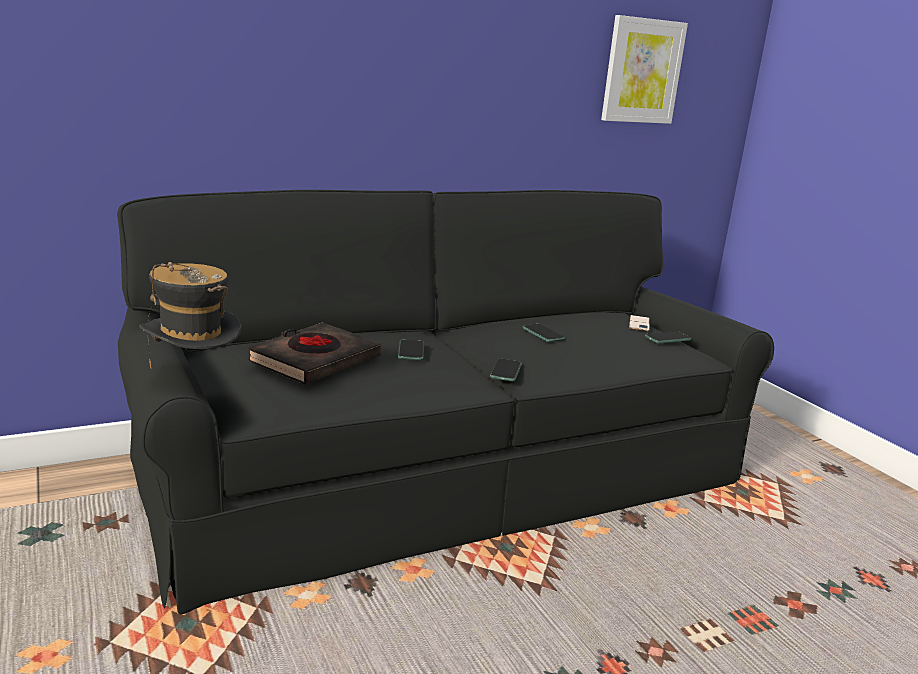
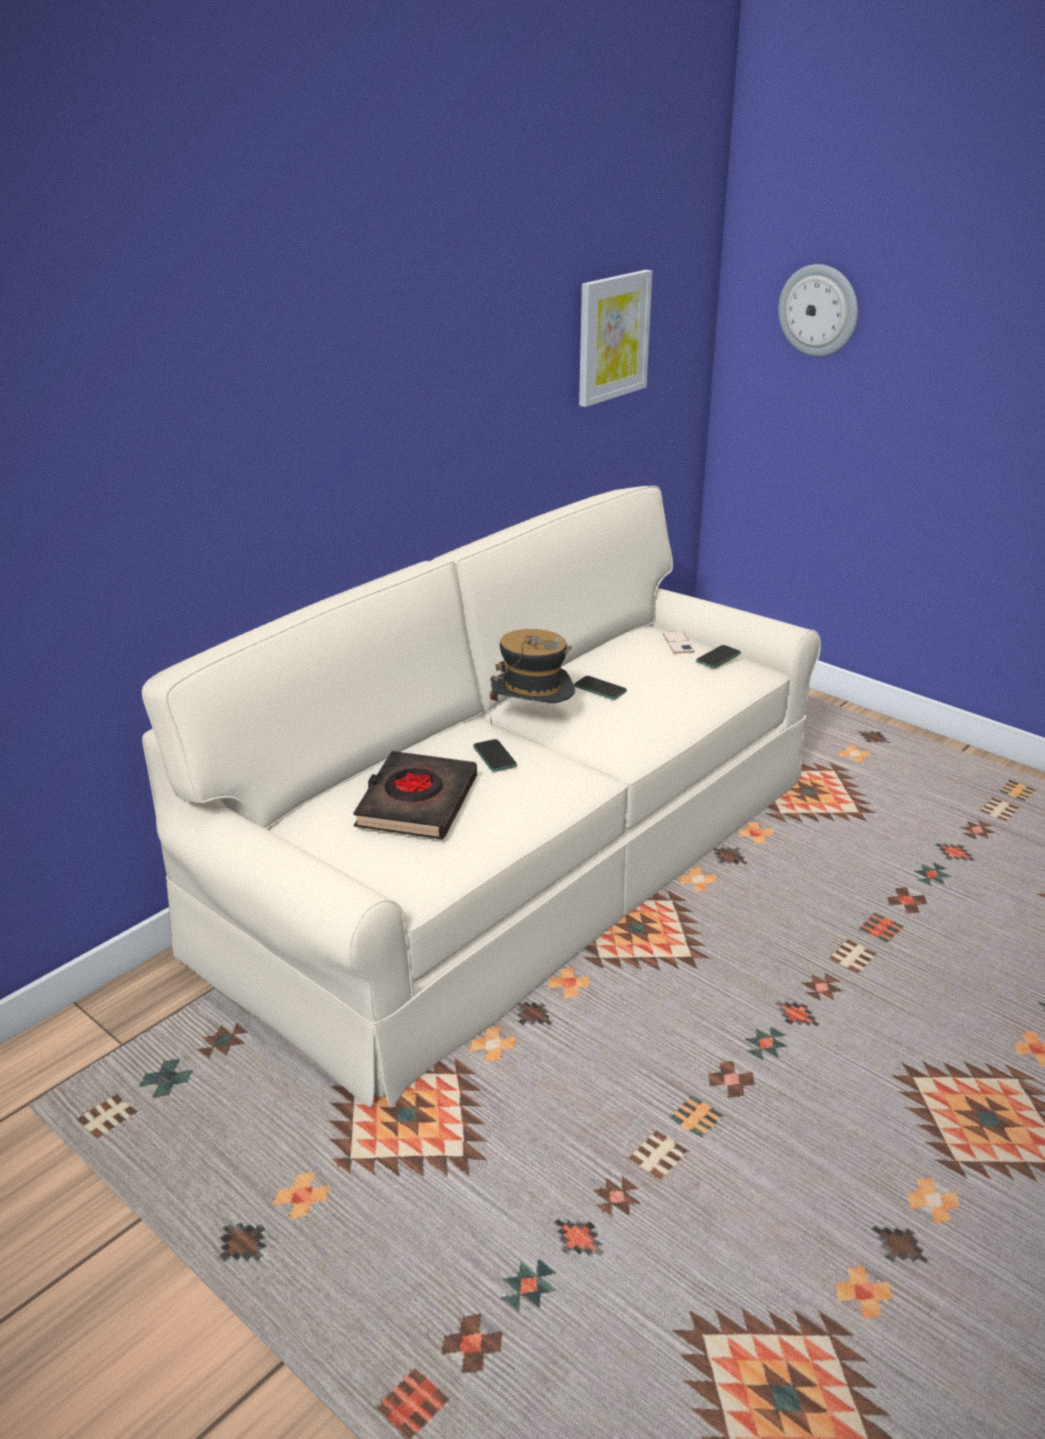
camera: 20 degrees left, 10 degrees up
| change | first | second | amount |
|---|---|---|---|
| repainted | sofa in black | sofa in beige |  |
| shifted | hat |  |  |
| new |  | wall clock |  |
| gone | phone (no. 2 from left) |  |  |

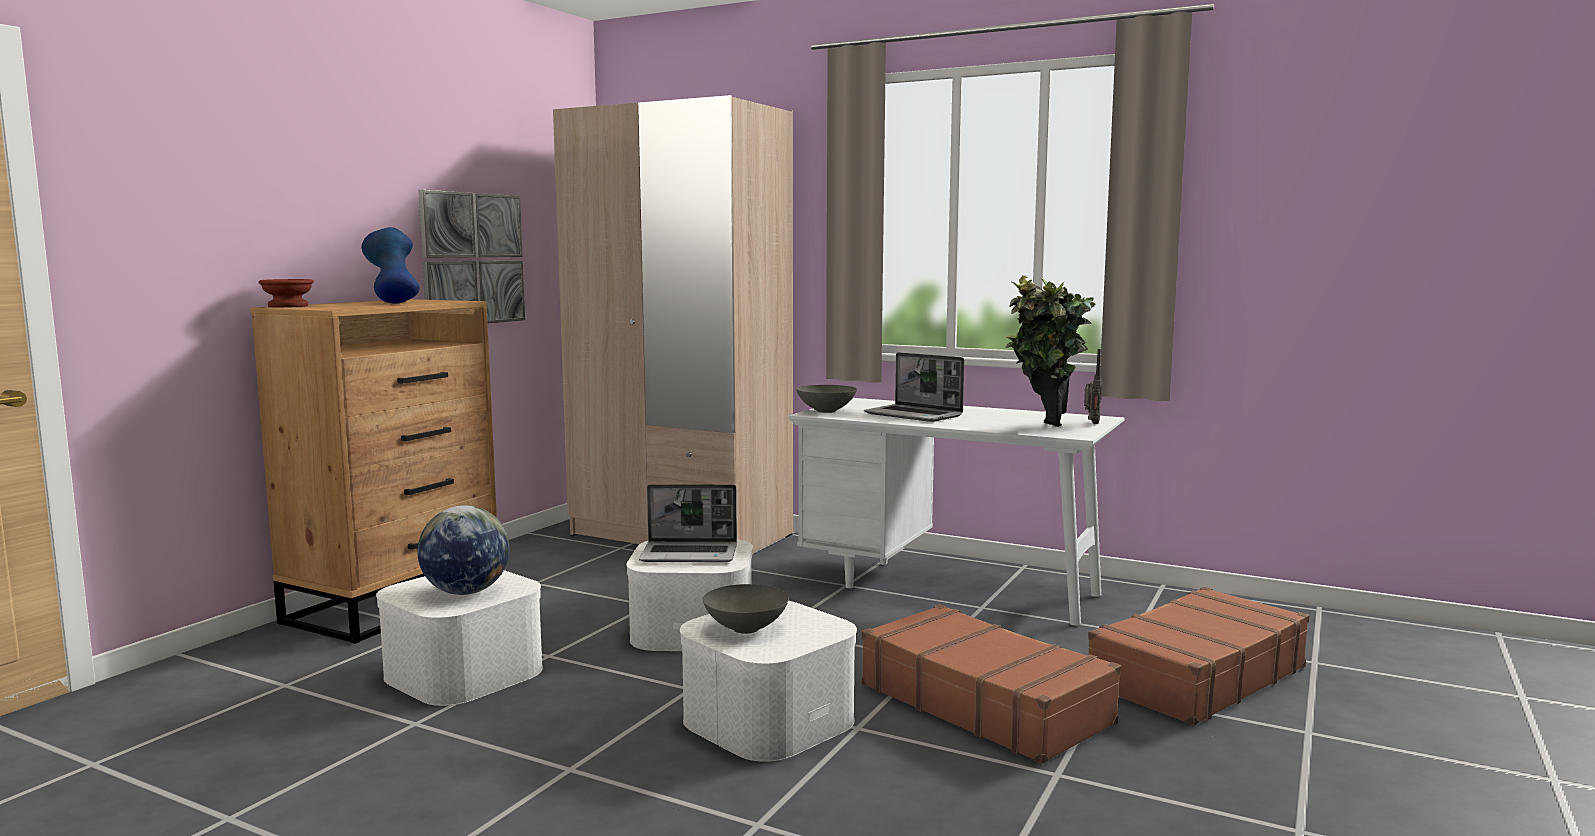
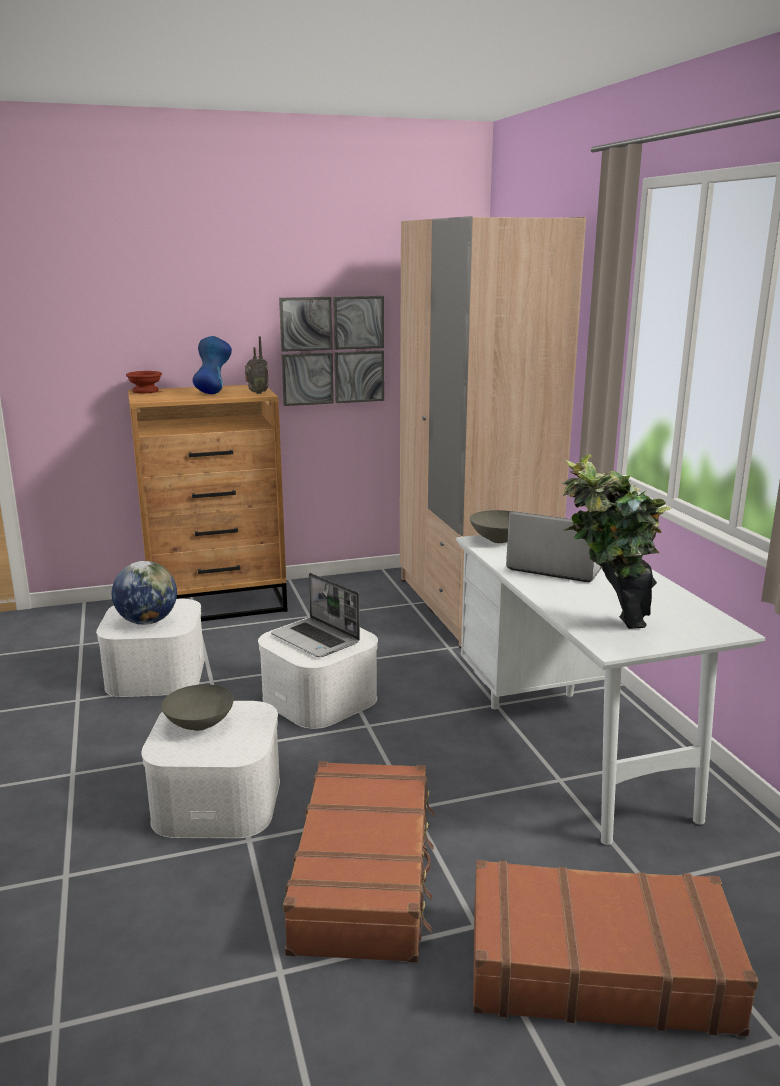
camera: 45 degrees right, 10 degrees up
| change | first | second | amount |
|---|---|---|---|
| shifted | radio |  |  |
| rotated | laptop (no. 2 from left) |  | 120 degrees clockwise |

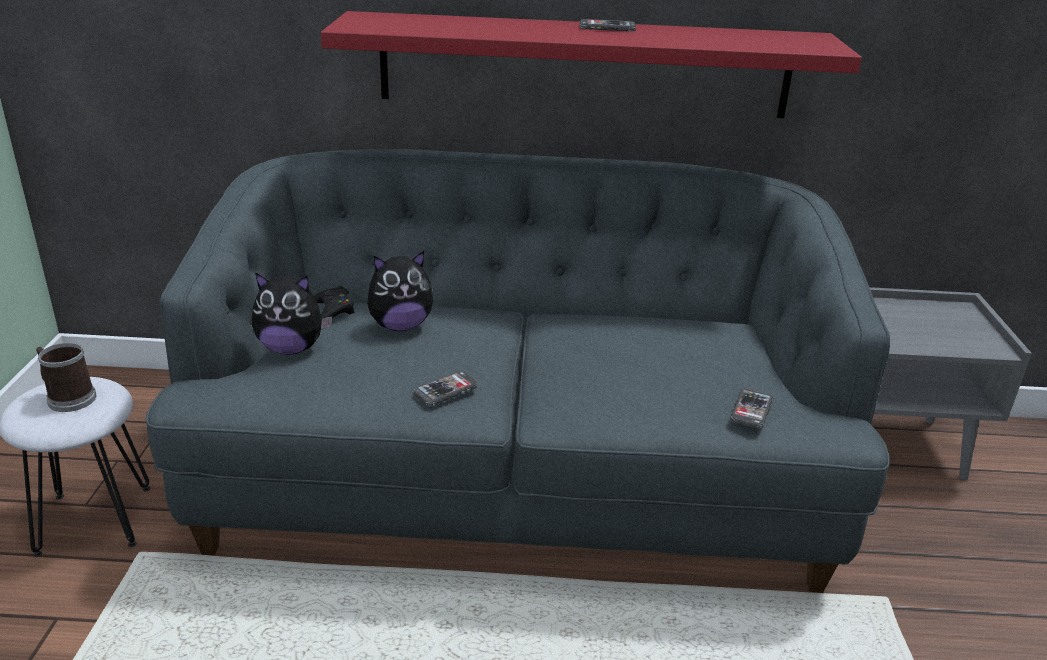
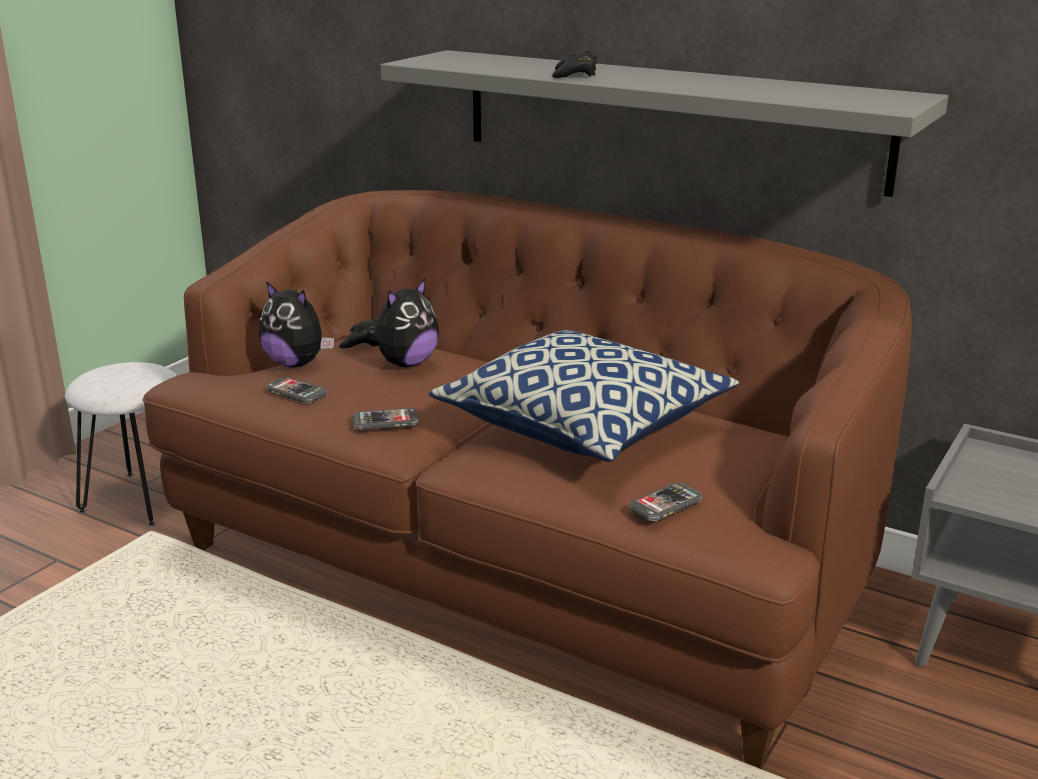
camera: 30 degrees right, 5 degrees down
| change | first | second | amount |
|---|---|---|---|
| repainted | sofa in grey | sofa in brown |  |
| shifted | phone (no. 2 from left in the first image) | phone (no. 1 from left) |  |
| rotated | plush toy (no. 2 from left) |  | 60 degrees counterclockwise |
| repainted | shelf in red | shelf in grey |  |
| new |  | pillow |  |
| new |  | game controller in black (no. 2 from left) |  |
| gone | mug |  |  |

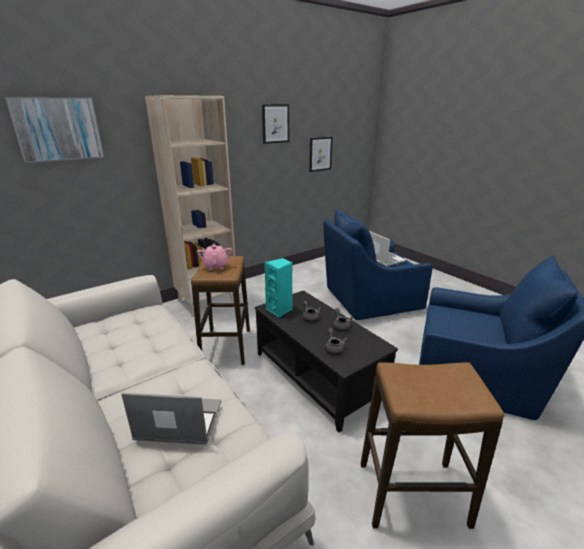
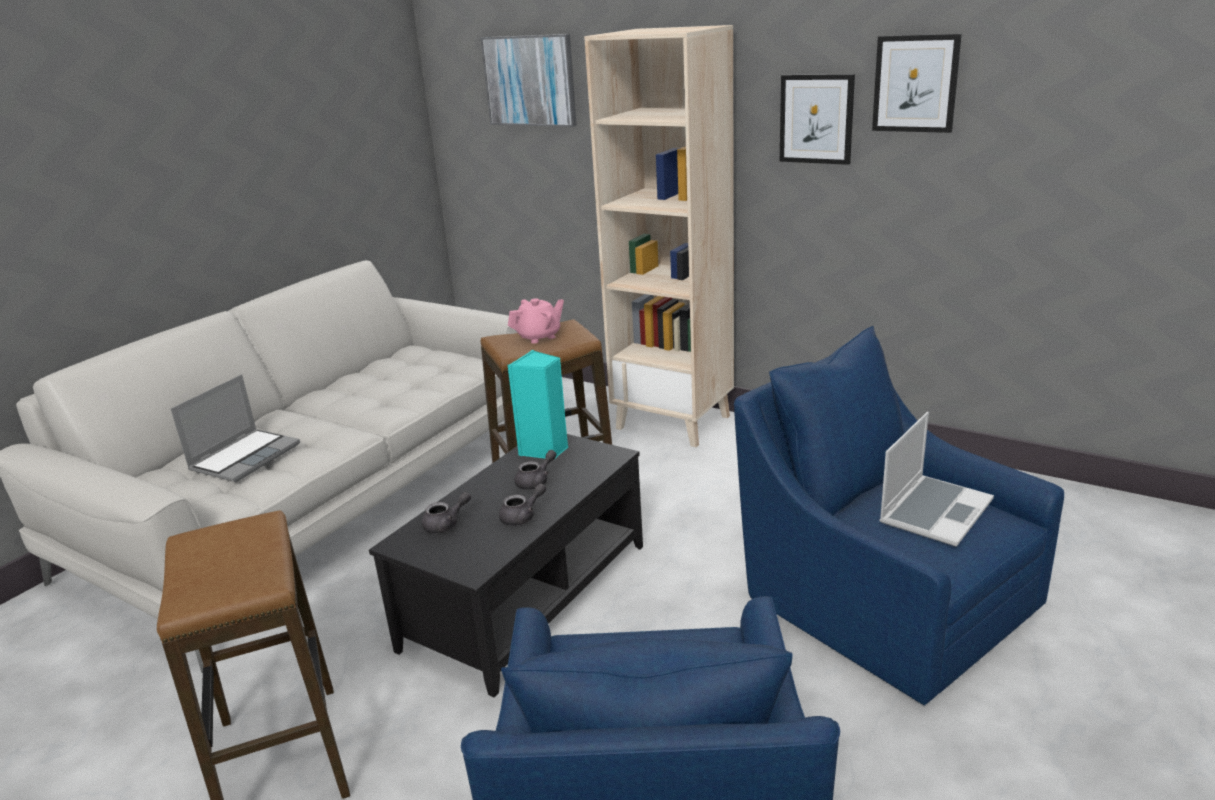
camera: 70 degrees right, 0 degrees up
| change | first | second | amount |
|---|---|---|---|
| rotated | laptop (no. 1 from left) |  | 45 degrees clockwise |
| shifted | picture (no. 3 from left in the first image) | picture (no. 2 from left) |  |

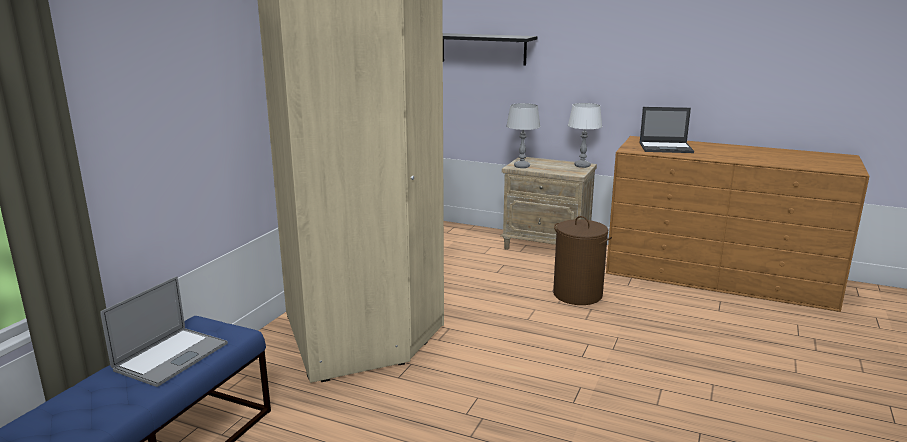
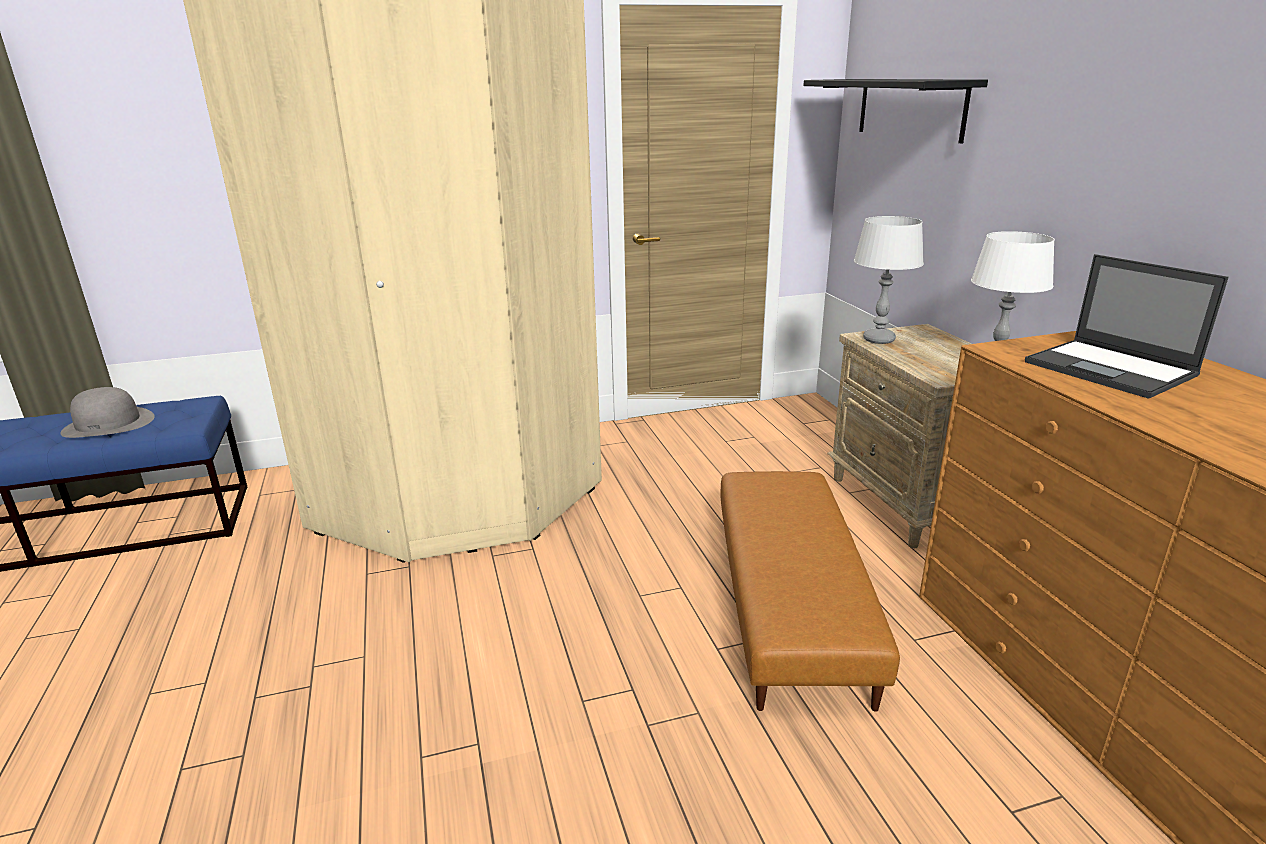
camera: 50 degrees right, 5 degrees up
| change | first | second | amount |
|---|---|---|---|
| swapped | laptop (no. 1 from left) | hat in grey |  |
| swapped | laundry basket in brown | ottoman in brown |  |

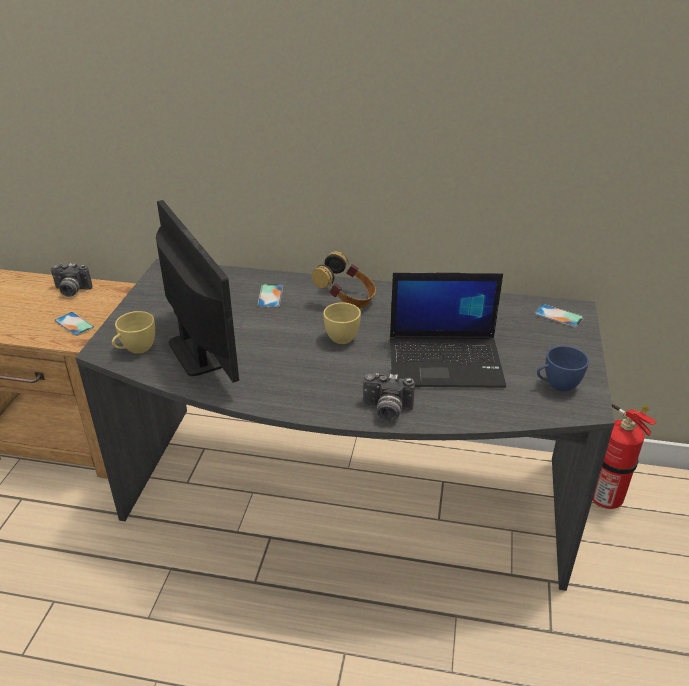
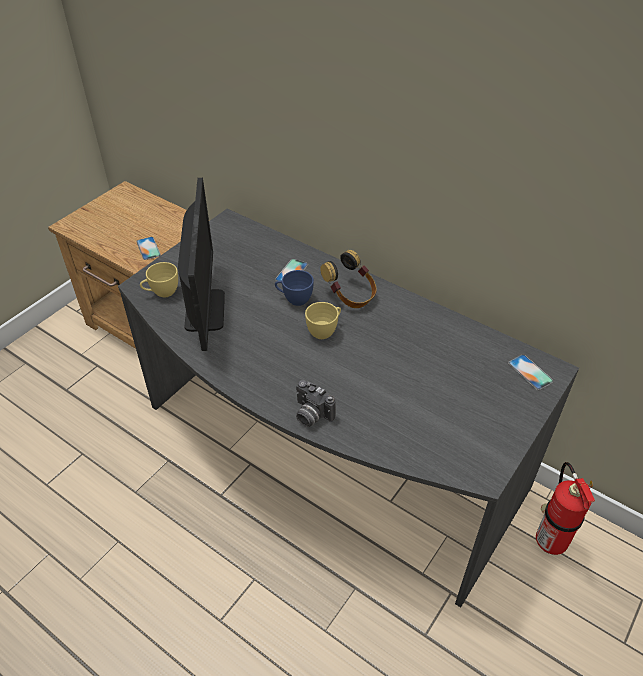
camera: 25 degrees right, 10 degrees up
| change | first | second | amount |
|---|---|---|---|
| shifted | cup in blue |  |  |
| gone | photo camera (no. 1 from left) |  |  |
| gone | laptop |  |  |

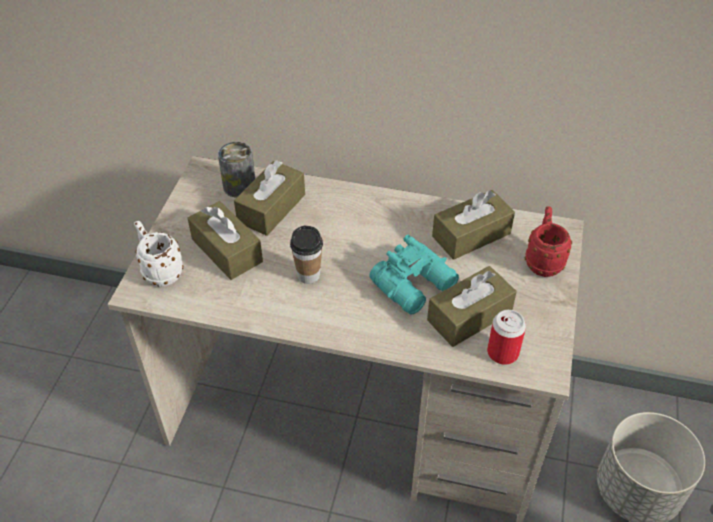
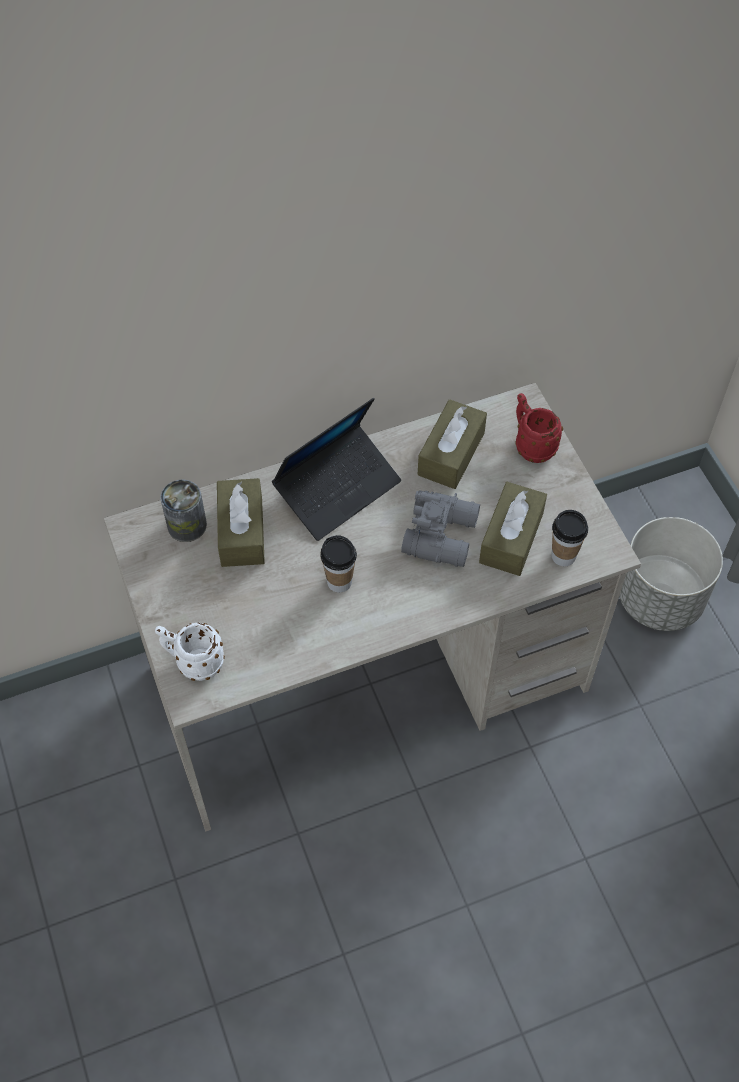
camera: 35 degrees left, 10 degrees up
| change | first | second | amount |
|---|---|---|---|
| new |  | laptop |  |
| repainted | binoculars in turquoise | binoculars in grey |  |
| swapped | can (no. 2 from left) | cup (no. 2 from left) |  |
| gone | tissue box in brown (no. 1 from left) |  |  |

